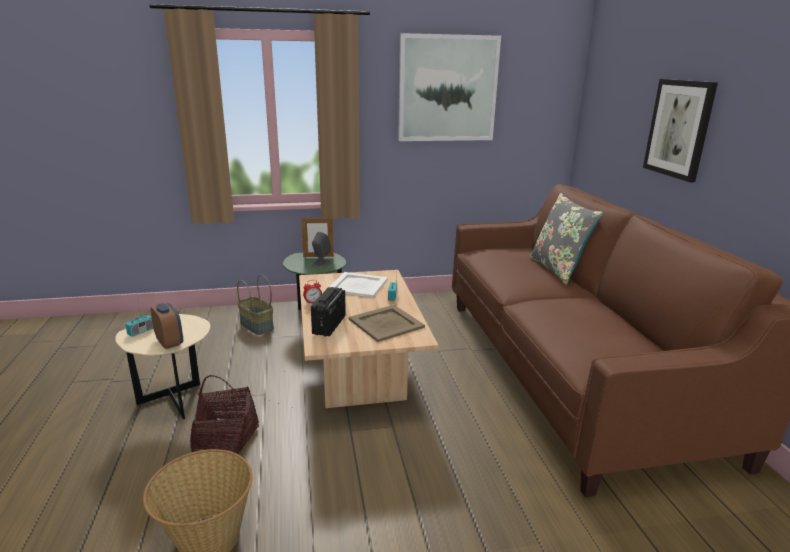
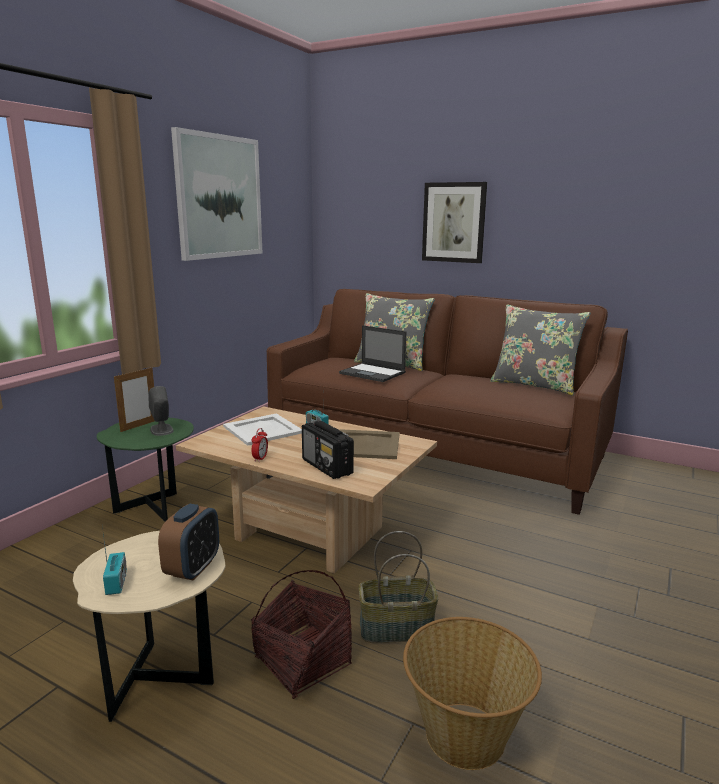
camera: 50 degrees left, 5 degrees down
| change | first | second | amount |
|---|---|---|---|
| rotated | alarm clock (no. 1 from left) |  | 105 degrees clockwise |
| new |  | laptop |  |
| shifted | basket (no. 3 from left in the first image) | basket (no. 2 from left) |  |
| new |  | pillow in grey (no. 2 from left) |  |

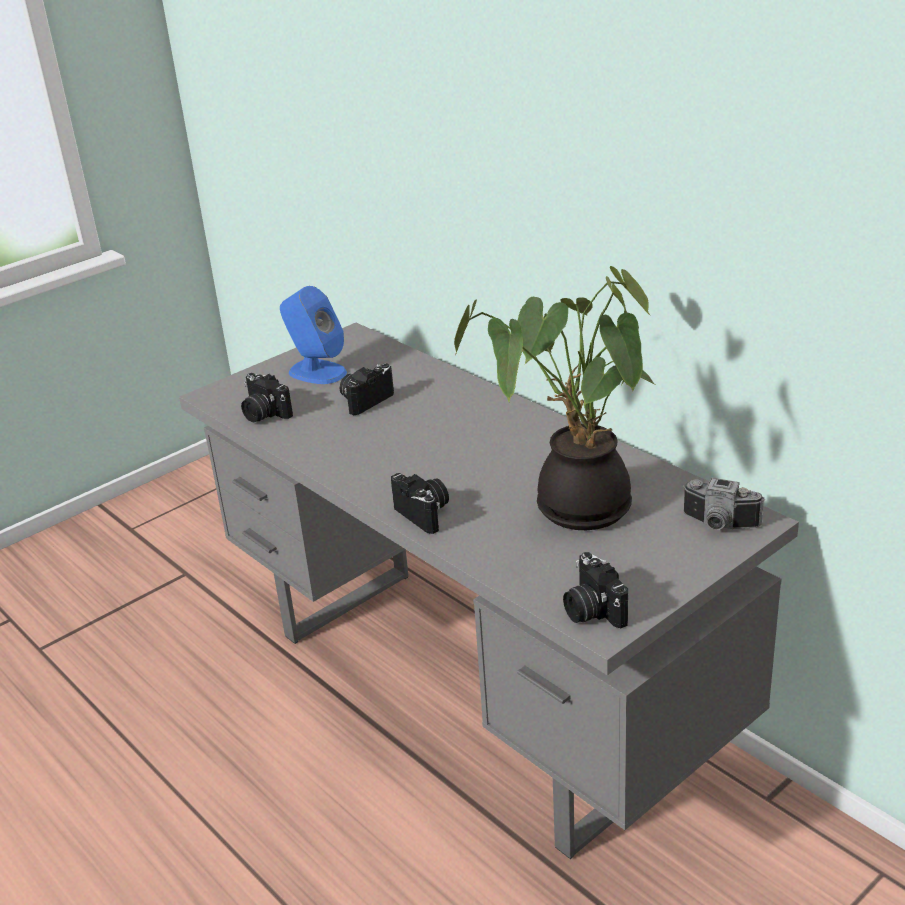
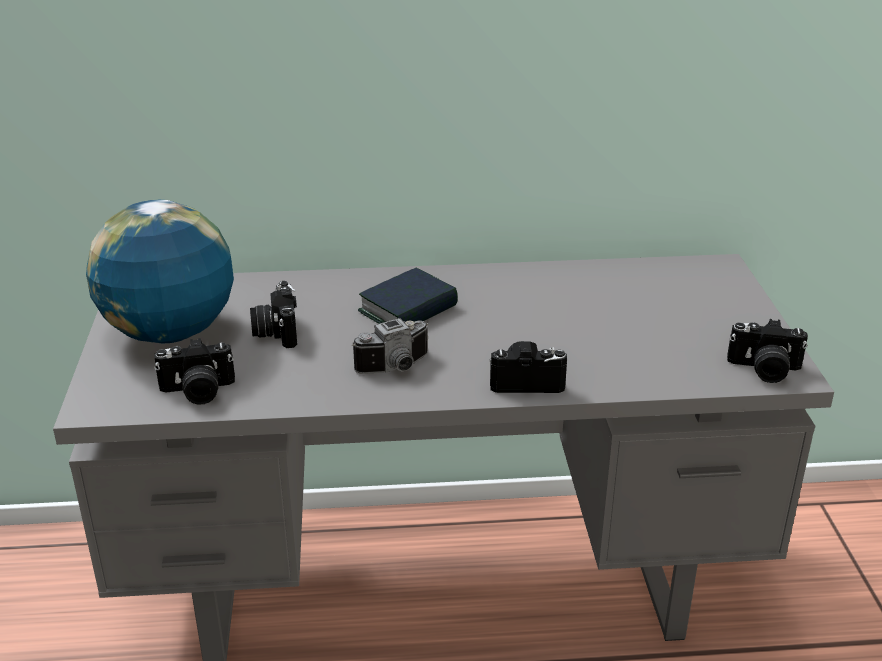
camera: 55 degrees left, 0 degrees up
| change | first | second | amount |
|---|---|---|---|
| swapped | speaker in blue | globe |  |
| shifted | photo camera (no. 5 from left in the first image) | photo camera (no. 3 from left) |  |
| new |  | book |  |
| gone | potted plant |  |  |

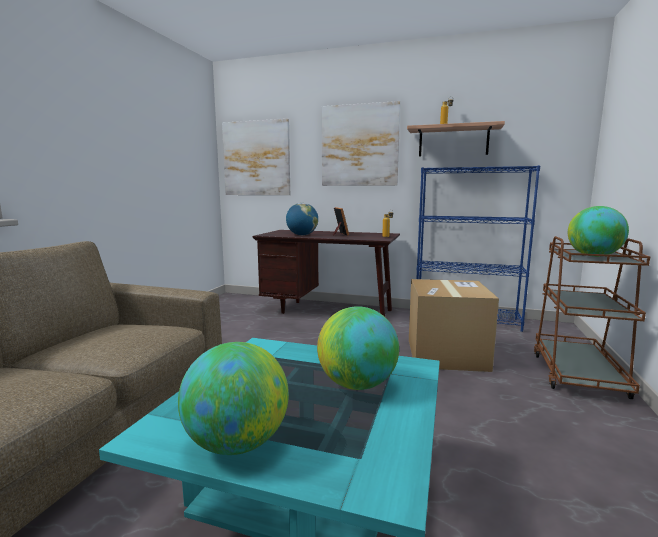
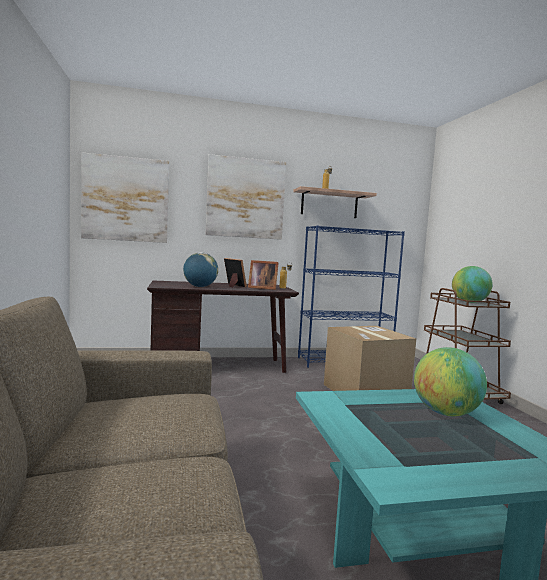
camera: 30 degrees left, 5 degrees down
| change | first | second | amount |
|---|---|---|---|
| new |  | picture frame (no. 2 from left) |  |
| gone | globe (no. 1 from left) |  |  |

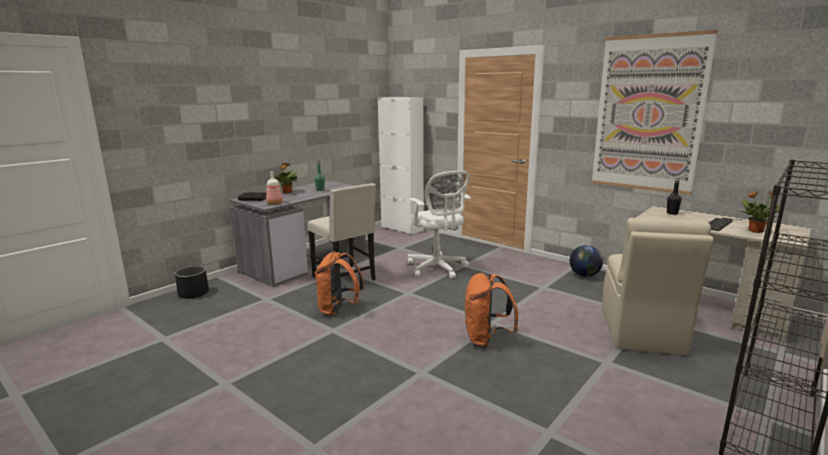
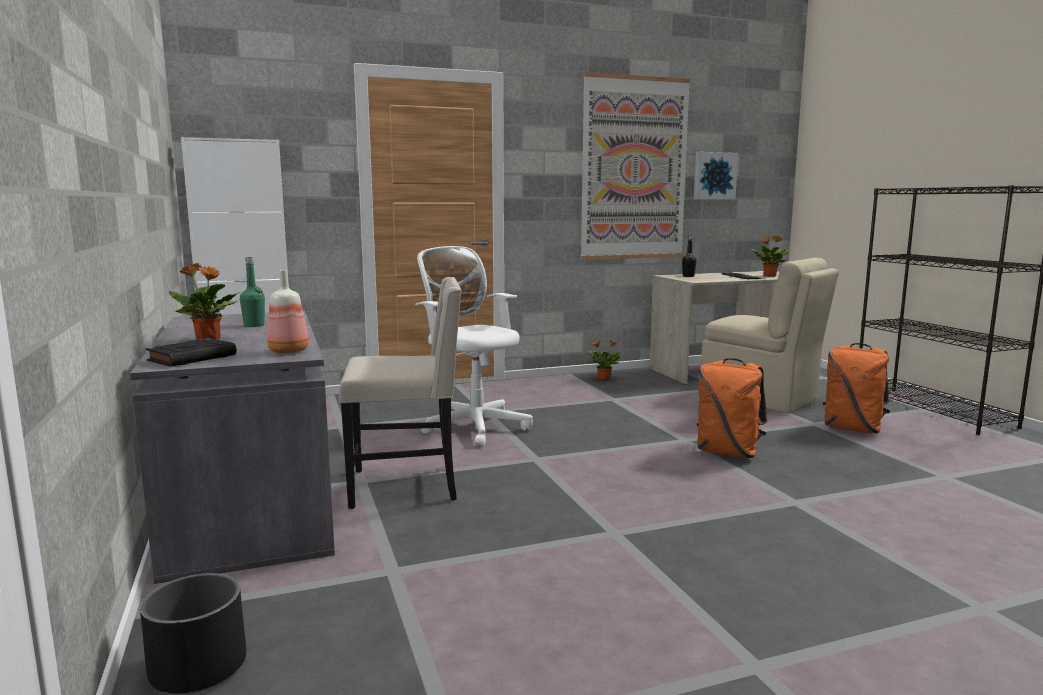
camera: 60 degrees left, 5 degrees down
| change | first | second | amount |
|---|---|---|---|
| rotated | office chair in white |  | 135 degrees counterclockwise |
| swapped | globe | potted plant (no. 2 from left) |  |
| new |  | picture (no. 2 from left) |  |
| shifted | backpack in orange (no. 1 from left in the first image) | backpack in orange (no. 2 from left) |  |

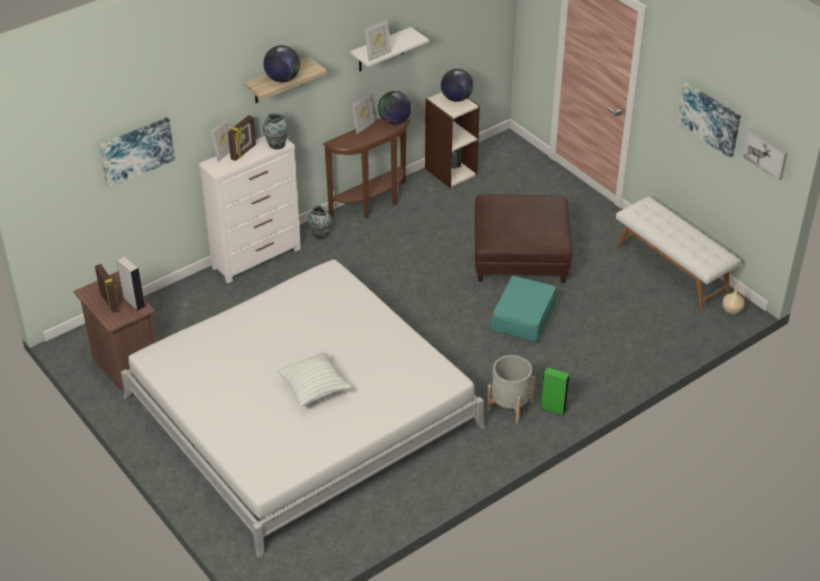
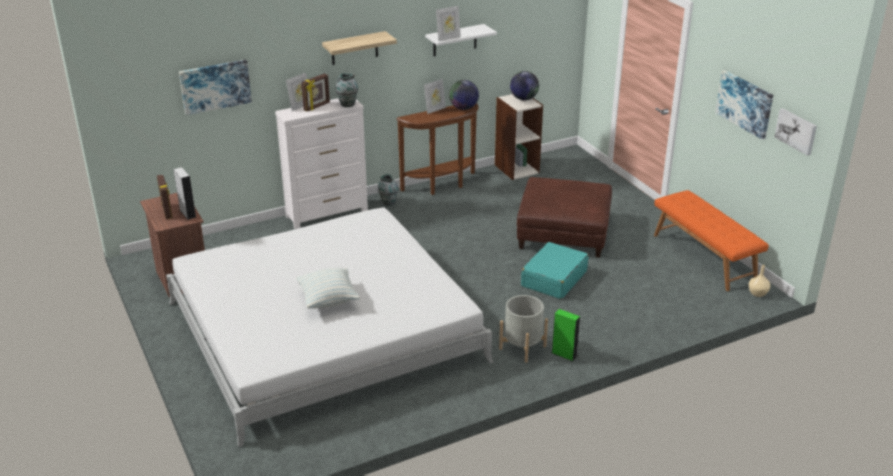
camera: 10 degrees right, 10 degrees down
| change | first | second | amount |
|---|---|---|---|
| repainted | bench in white | bench in orange |  |
| gone | globe (no. 1 from left) |  |  |

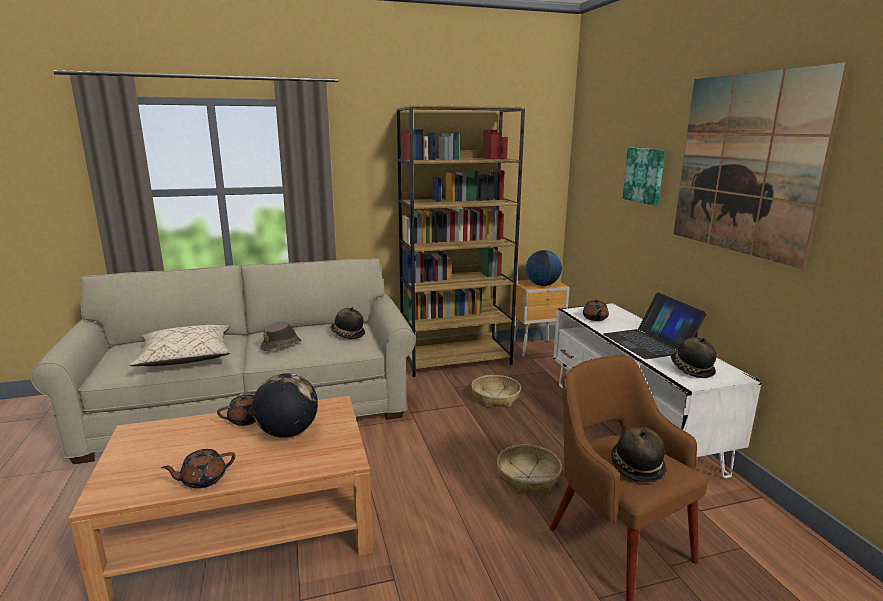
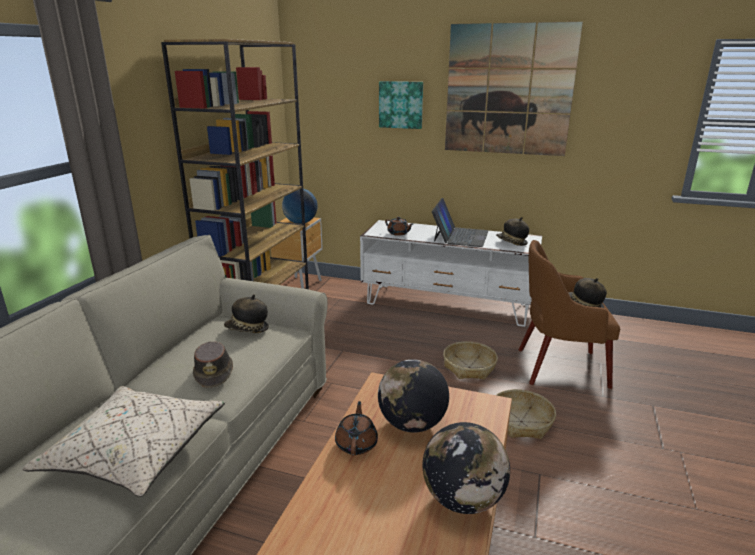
camera: 55 degrees left, 5 degrees up
| change | first | second | amount |
|---|---|---|---|
| swapped | teapot in brown (no. 1 from left) | globe (no. 3 from left) |  |
| rotated | laptop |  | 90 degrees counterclockwise |
| shifted | basket (no. 1 from left in the first image) | basket (no. 2 from left) |  |

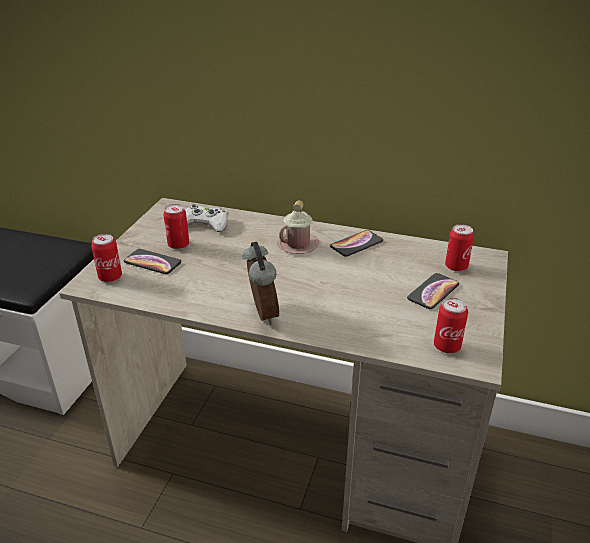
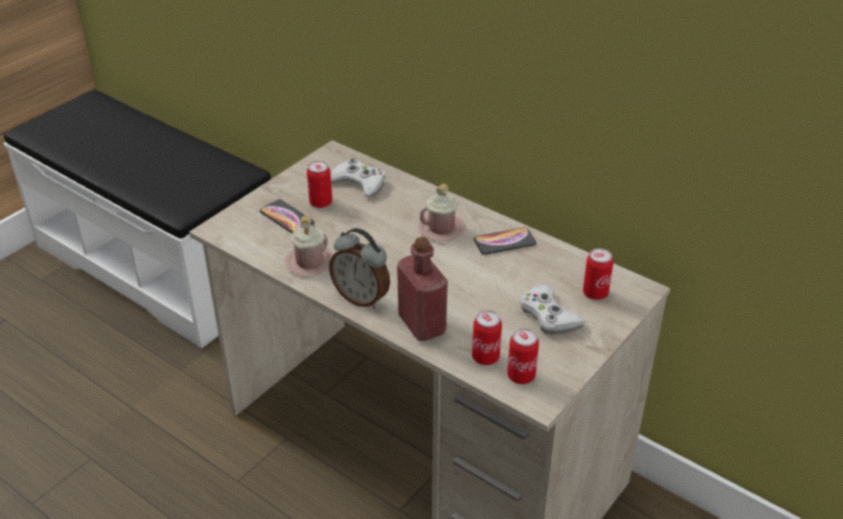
camera: 20 degrees right, 5 degrees up
| change | first | second | amount |
|---|---|---|---|
| new |  | mug in pink (no. 1 from left) |  |
| rotated | alarm clock |  | 120 degrees clockwise |
| new |  | bottle in red |  |
| shifted | can (no. 1 from left in the first image) | can (no. 2 from left) |  |
| swapped | phone (no. 3 from left) | game controller in white (no. 2 from left) |  |

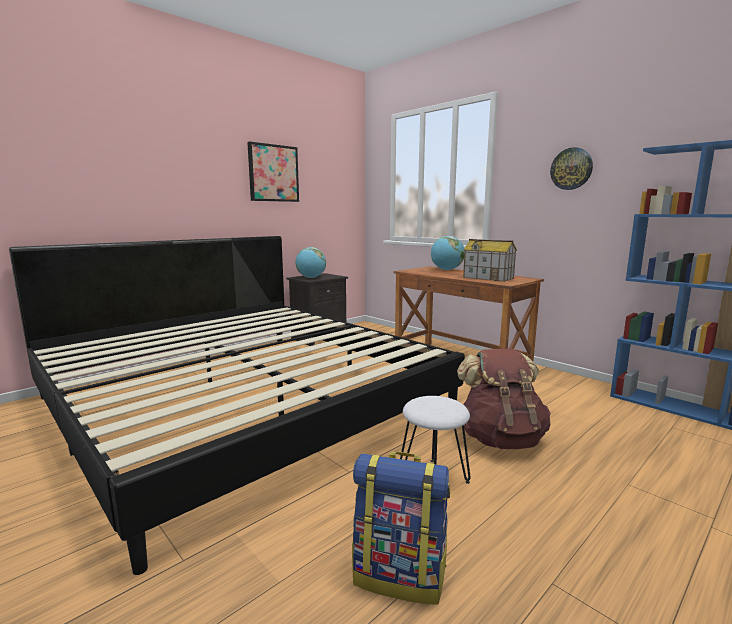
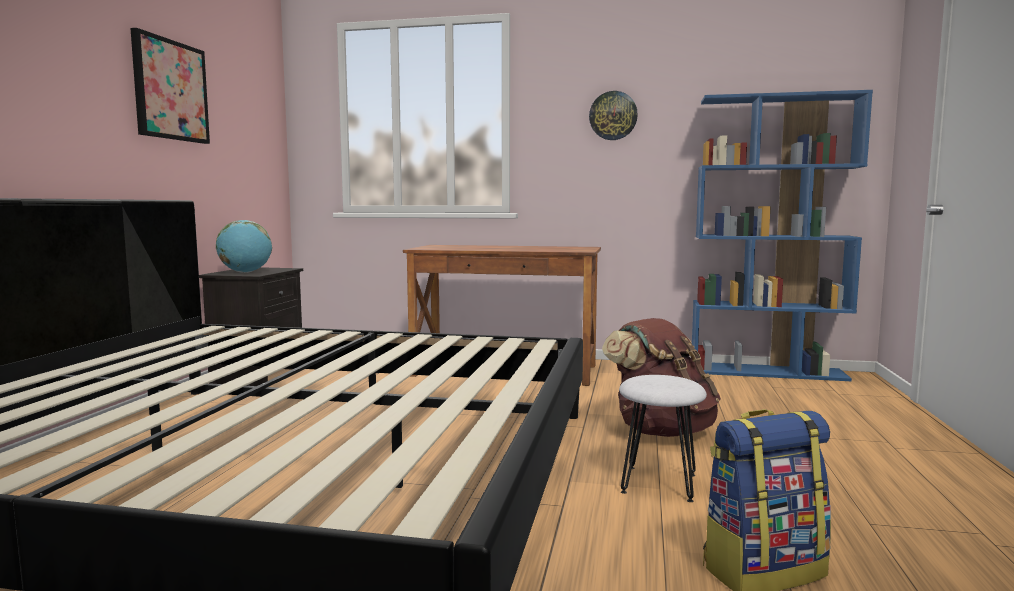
camera: 35 degrees left, 5 degrees down
| change | first | second | amount |
|---|---|---|---|
| gone | globe (no. 2 from left) |  |  |
| gone | toy house |  |  |

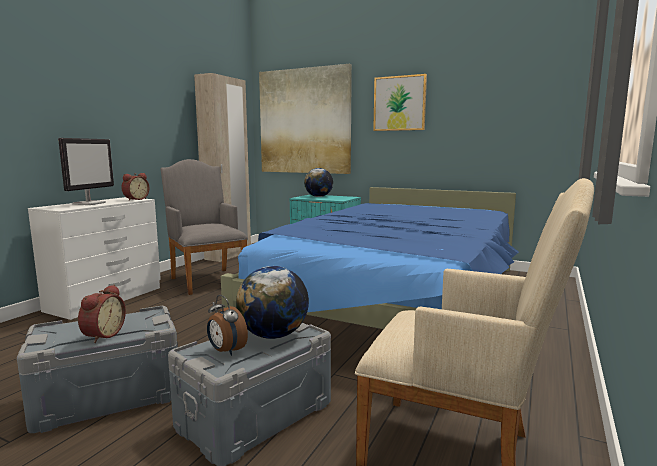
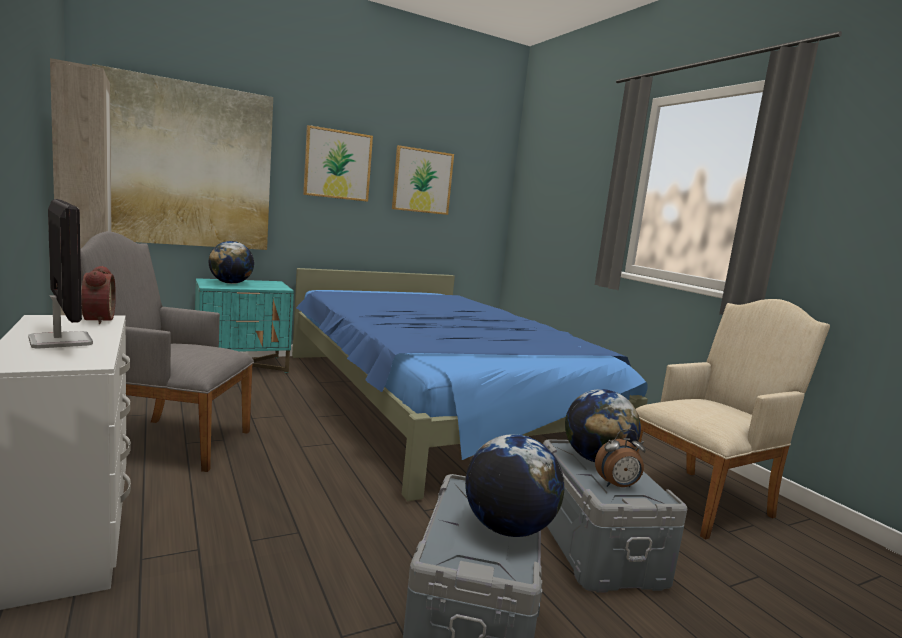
camera: 55 degrees left, 0 degrees up
| change | first | second | amount |
|---|---|---|---|
| new |  | picture (no. 3 from left) |  |
| swapped | alarm clock (no. 1 from left) | globe (no. 2 from left) |  |

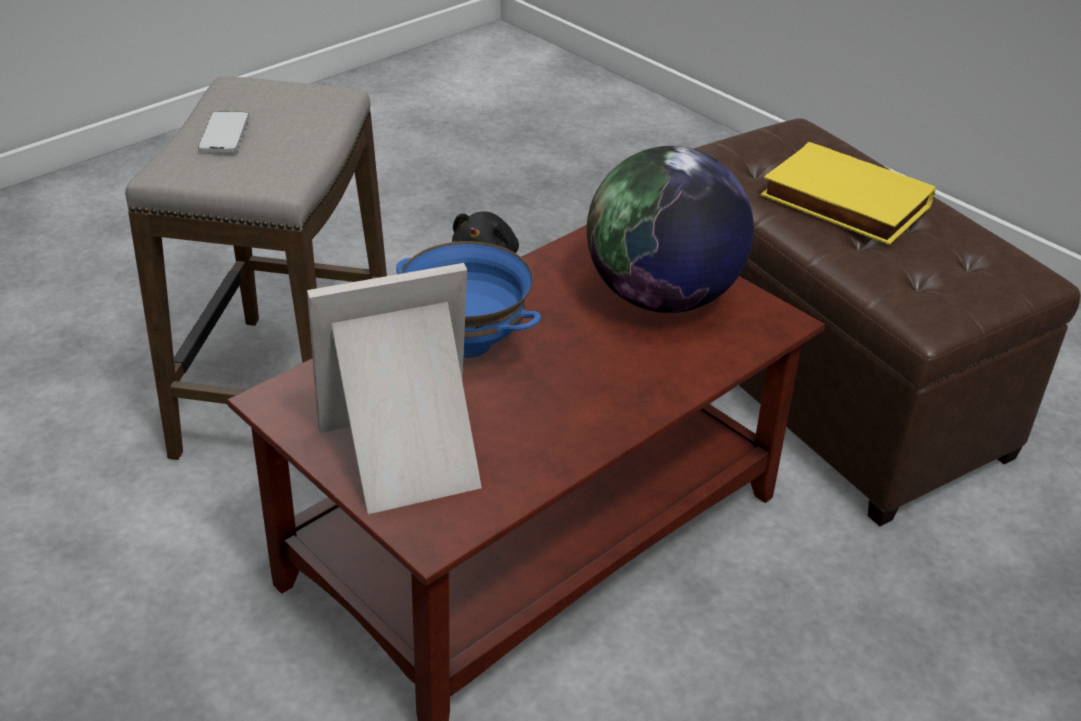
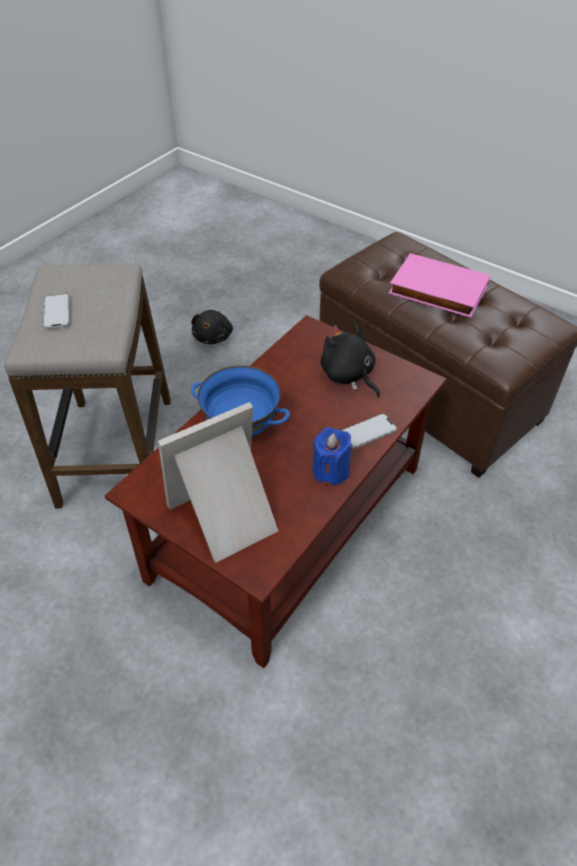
camera: 10 degrees left, 10 degrees up
| change | first | second | amount |
|---|---|---|---|
| new |  | candle in blue |  |
| swapped | globe | plush toy in black (no. 2 from left) |  |
| new |  | phone (no. 2 from left) |  |
| repainted | book in yellow | book in pink |  |

